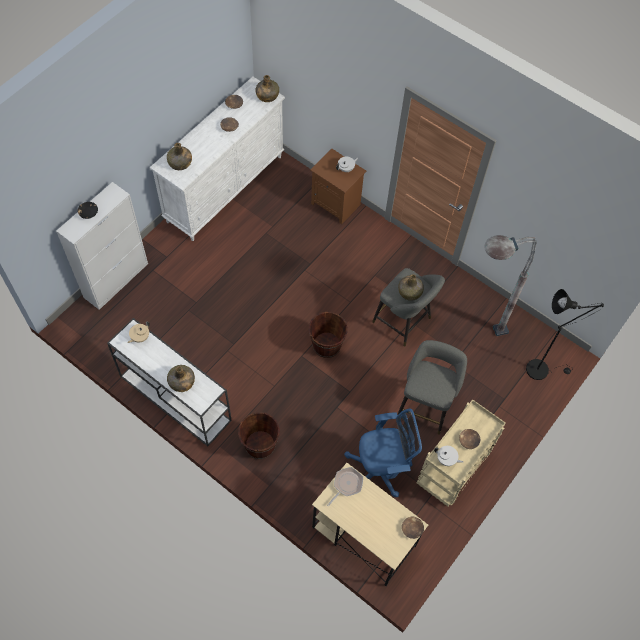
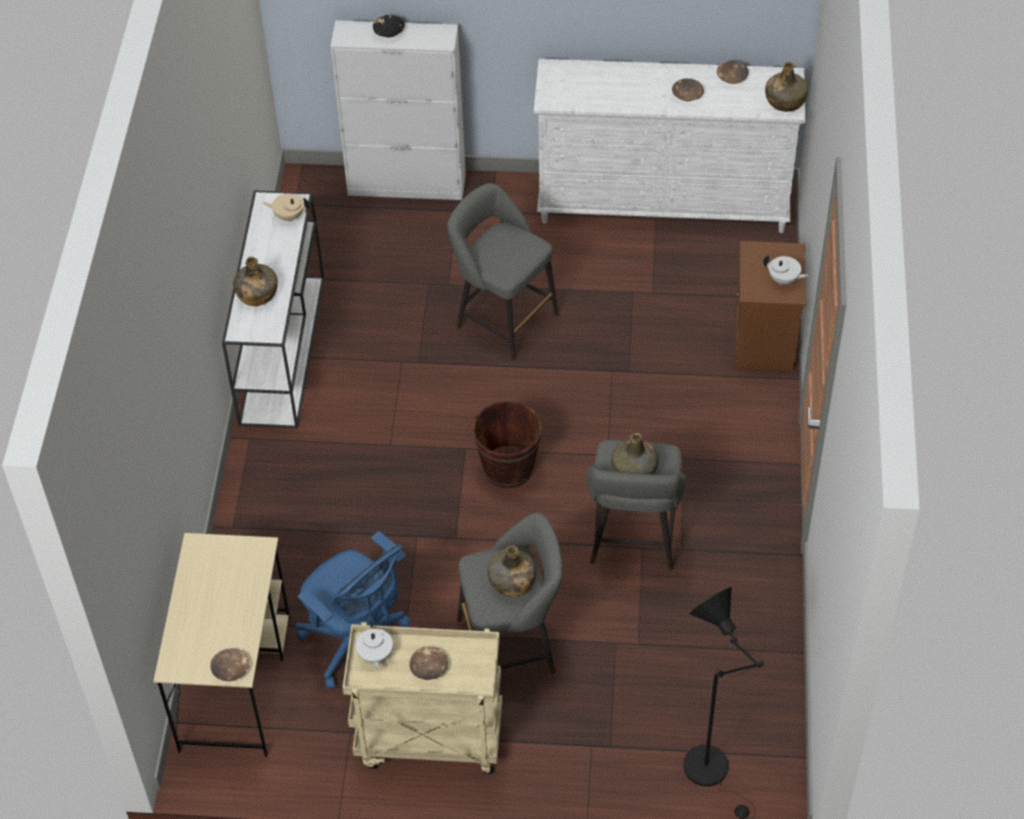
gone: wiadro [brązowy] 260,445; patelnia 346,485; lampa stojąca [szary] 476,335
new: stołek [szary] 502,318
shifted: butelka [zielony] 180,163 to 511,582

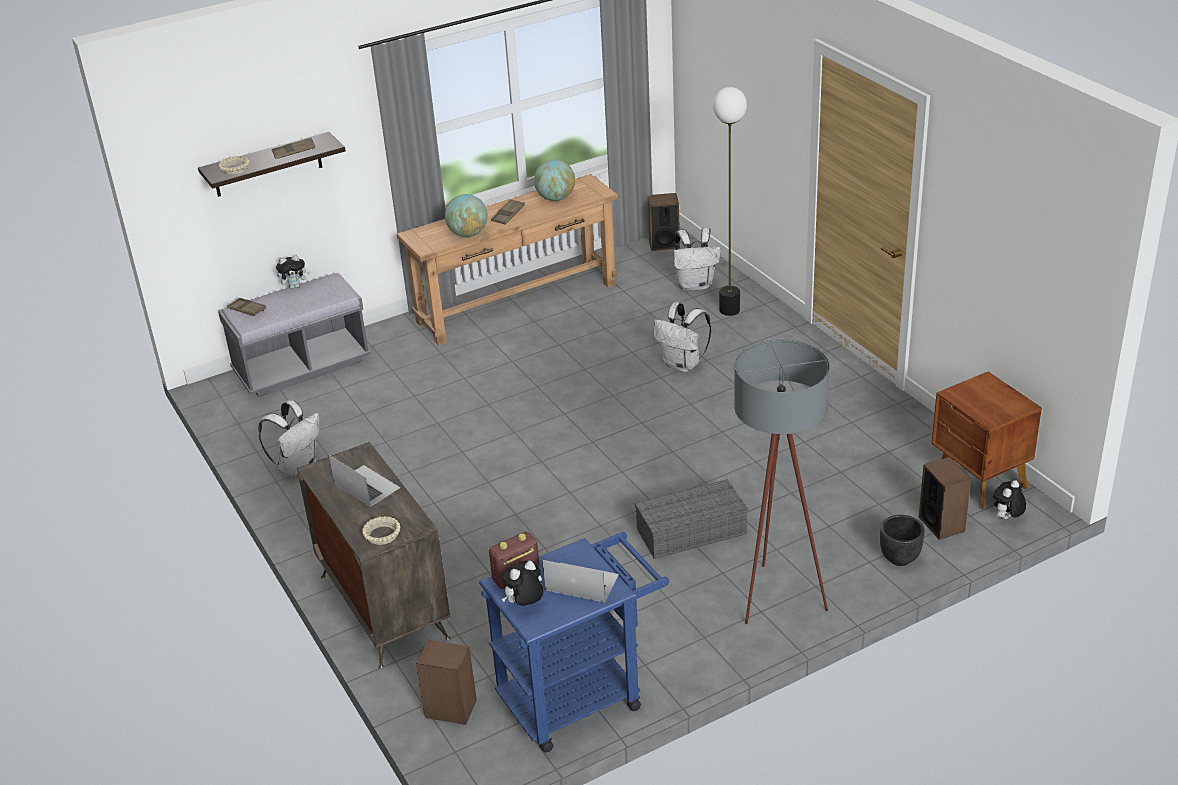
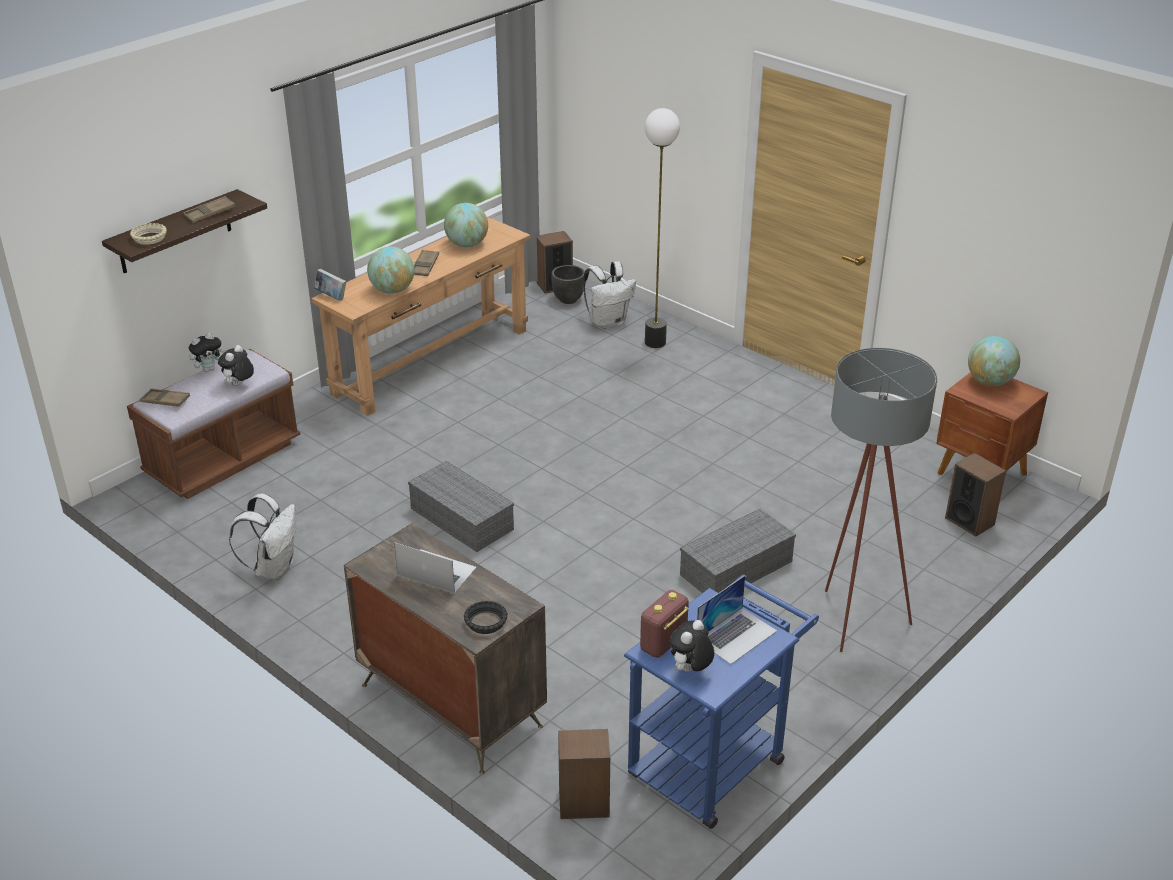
gone: plecak [biały] 683,364
new: książka 331,296; pojemnik do przechowywania [szary] 460,518; globus 989,382
shifted: donica [czarny] 899,558 to 568,300; pluszak 1007,518 to 239,385
repainted: ławka [szary] 302,367 to ławka [brązowy] 223,459; miska [beżowy] 382,534 to miska [czarny] 486,621
rotated: laptop 581,582 = 736,635 135 degrees clockwise

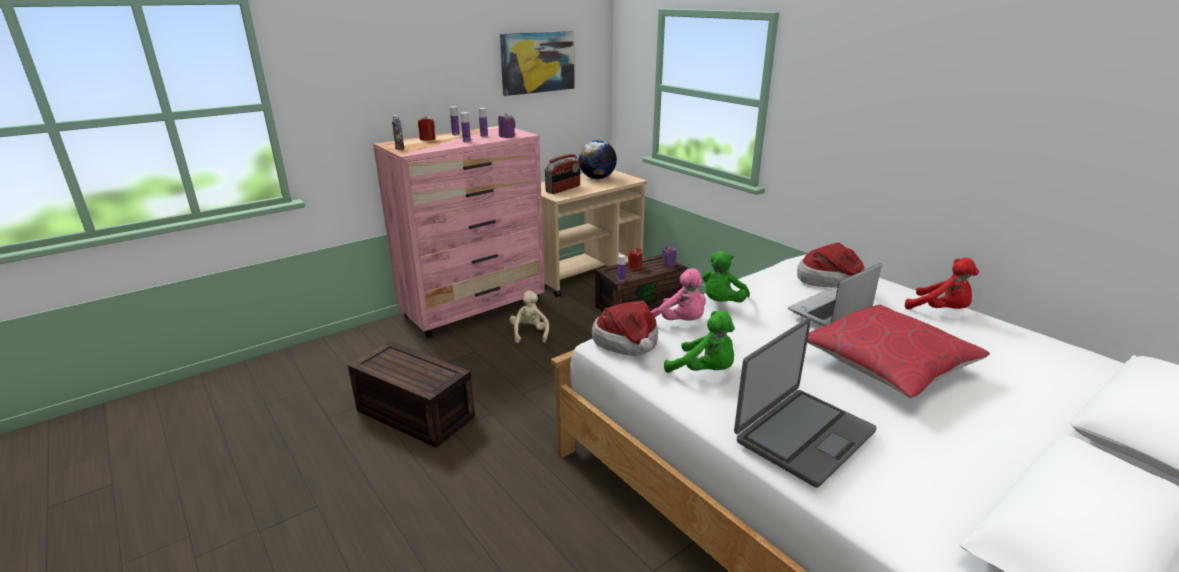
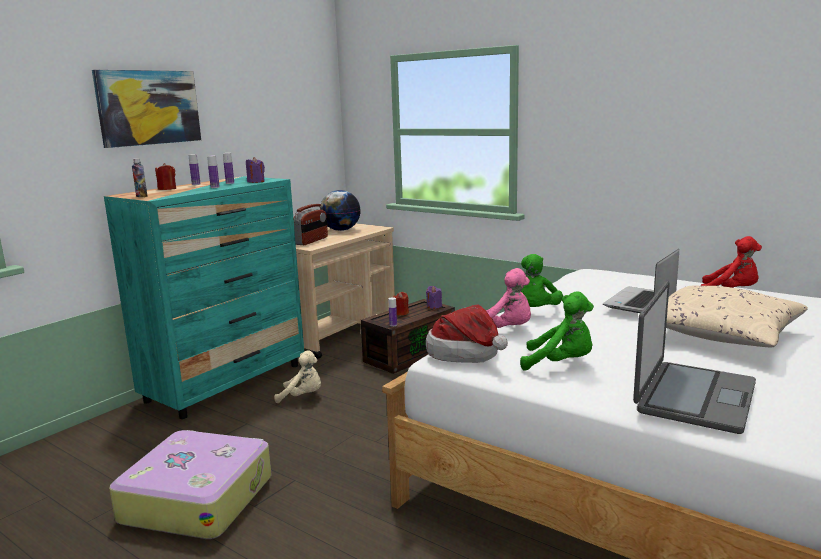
gone: kapelusz 829,280
shifted: obraz 537,62 to 149,107
swapped: pojemnik do przechowywania [brązowy] 413,414 to walizka 198,498
repainted: komoda [różowy] 474,308 to komoda [turkusowy] 227,382; poduszka [czerwony] 887,365 to poduszka [beżowy] 722,335
rotated: pluszak [beżowy] 530,333 = 303,396 120 degrees clockwise

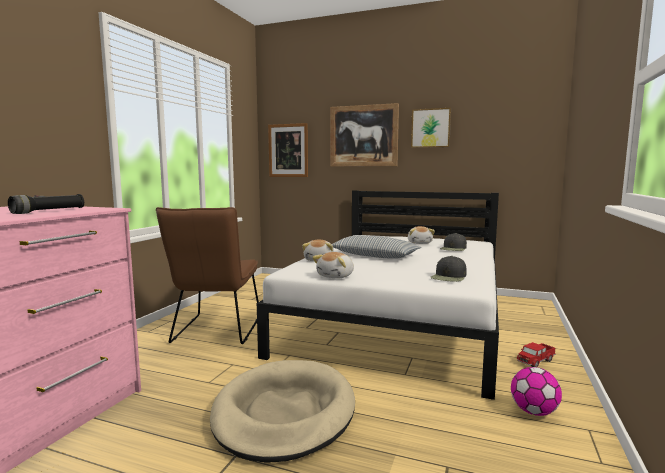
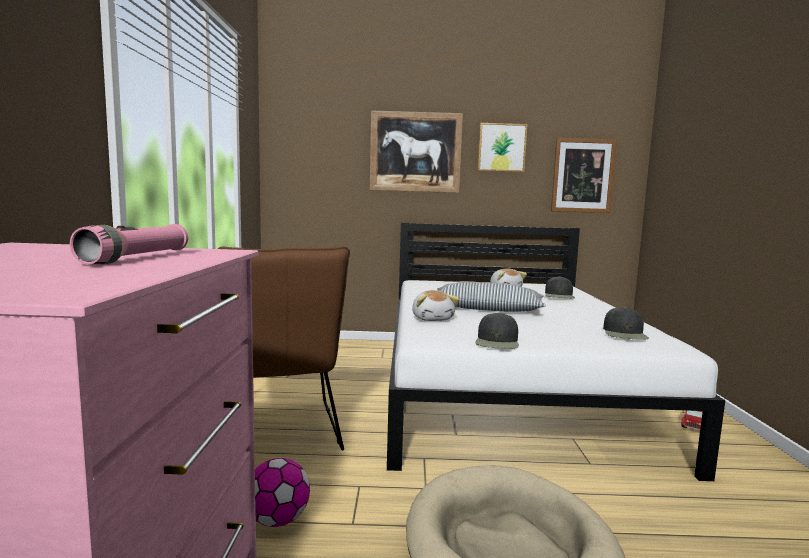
shifted: obraz 288,150 to 583,175; piłka futbolowa 534,412 to 278,520
swapped: pluszak 336,276 to czapka z daszkiem [czarny] 497,341
repainted: latarka [czarny] 49,211 to latarka [różowy] 137,258

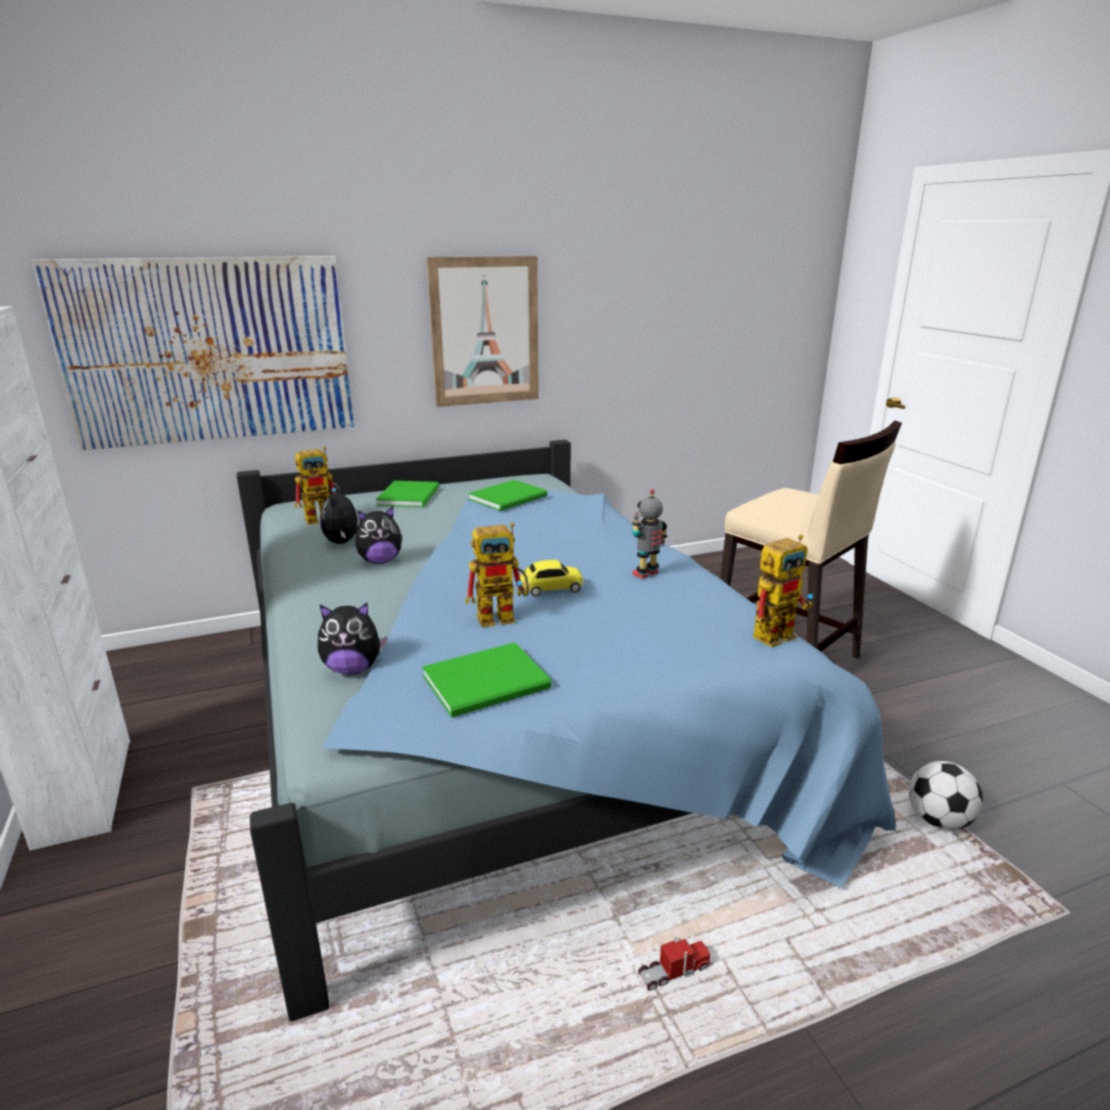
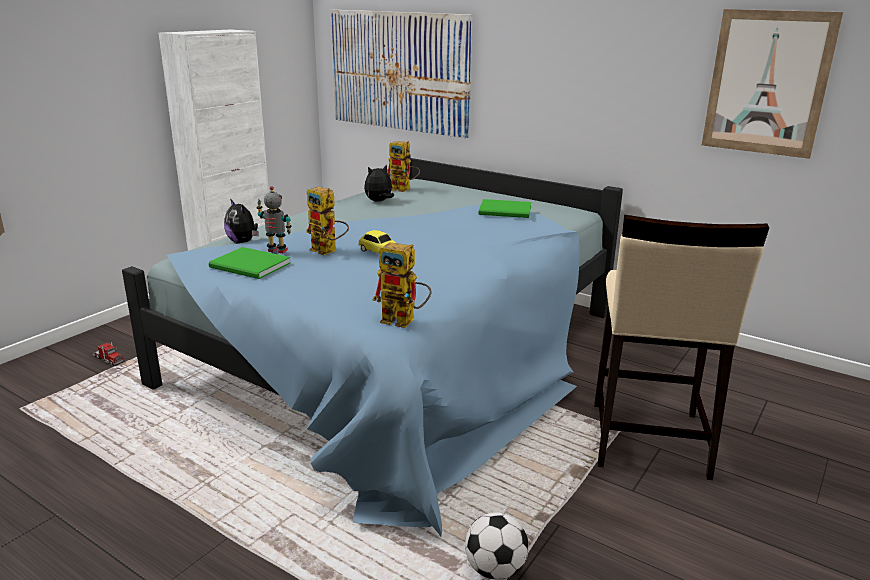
gone: pluszak 380,561; książka [zielony] 411,495
shifted: obraz 485,332 to 767,83; robot zabawkowy 646,574 to 277,251; ciężarówka zabawkowa 674,971 to 108,359

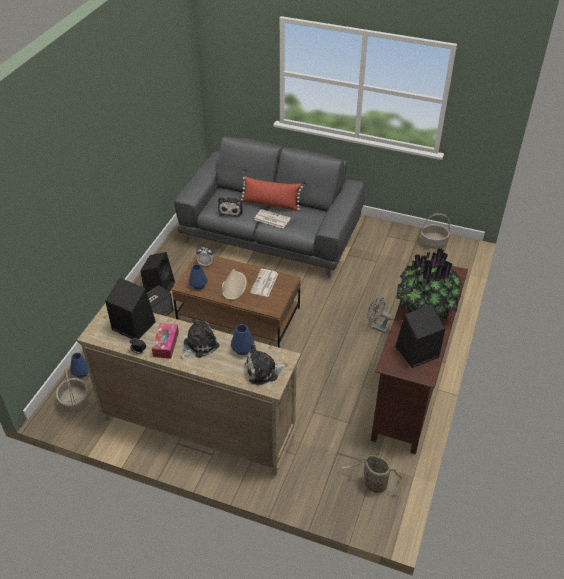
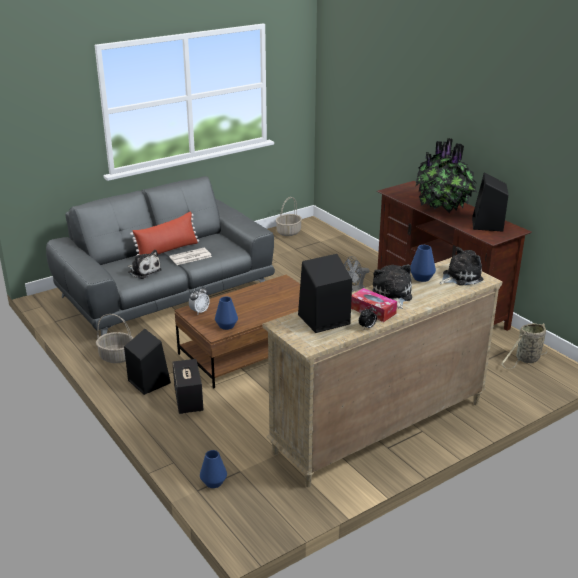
gone: kapelusz [beżowy] 234,286; gazeta 264,283
shifted: koszyk 74,402 to 116,357
rotated: pluszak 263,371 = 460,277 135 degrees counterclockwise

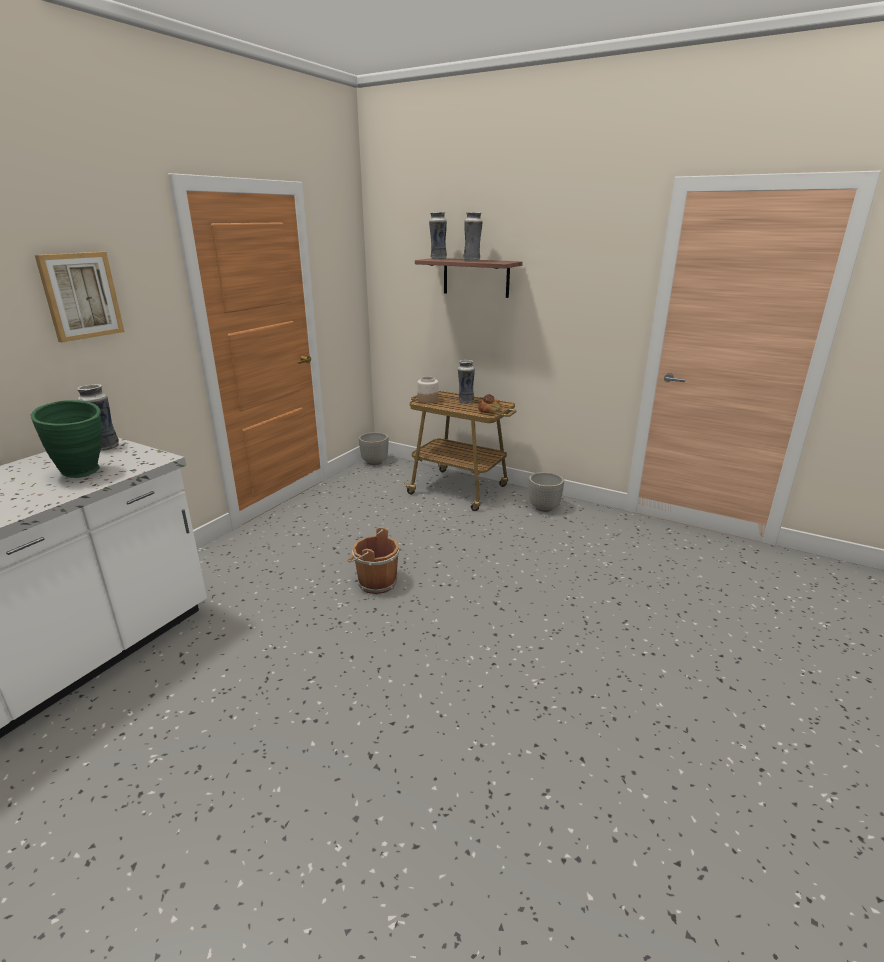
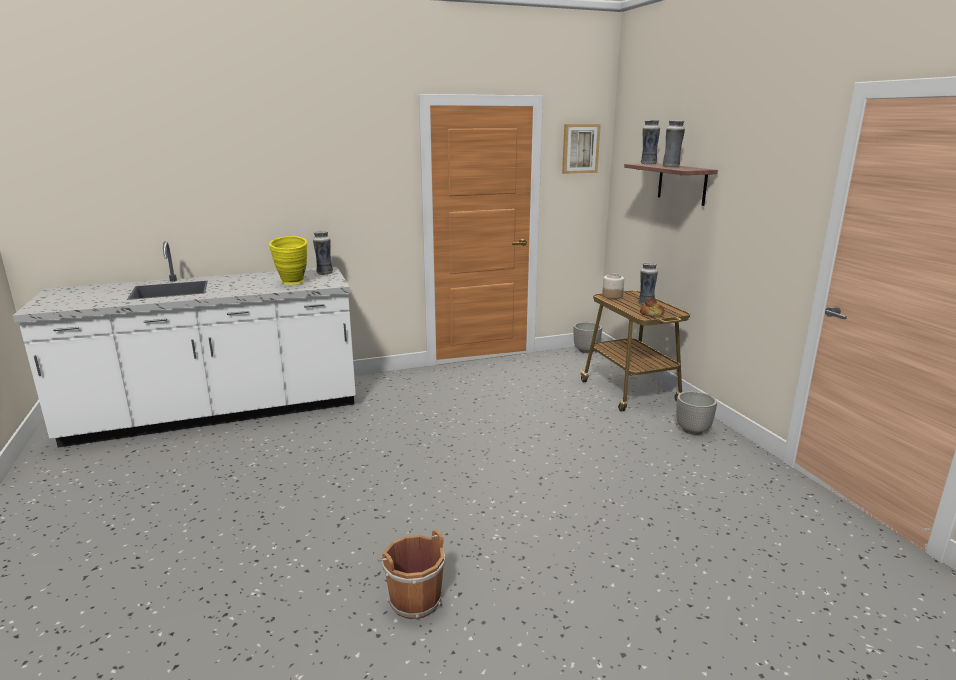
shifted: obraz 80,296 to 580,148; wiadro [brązowy] 375,583 to 413,599
repainted: wazon [zielony] 84,473 to wazon [żółty] 293,283

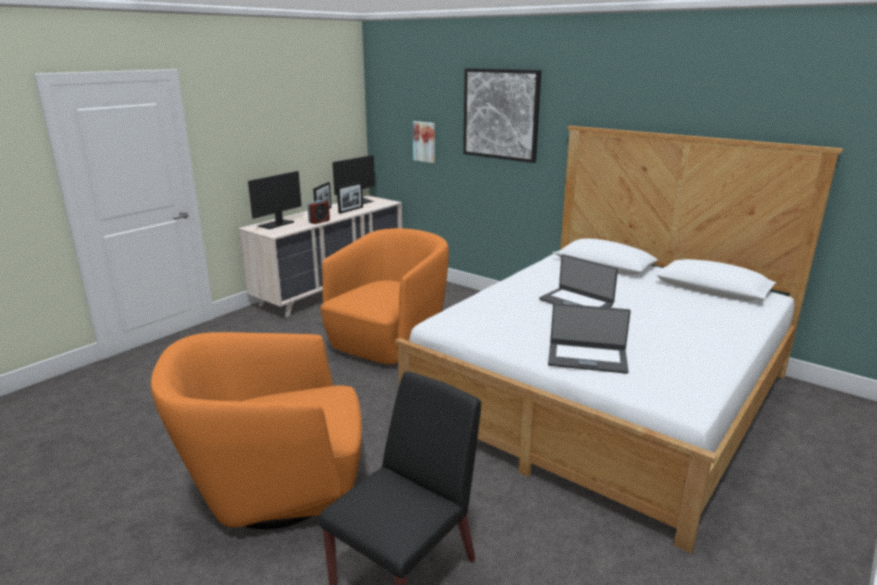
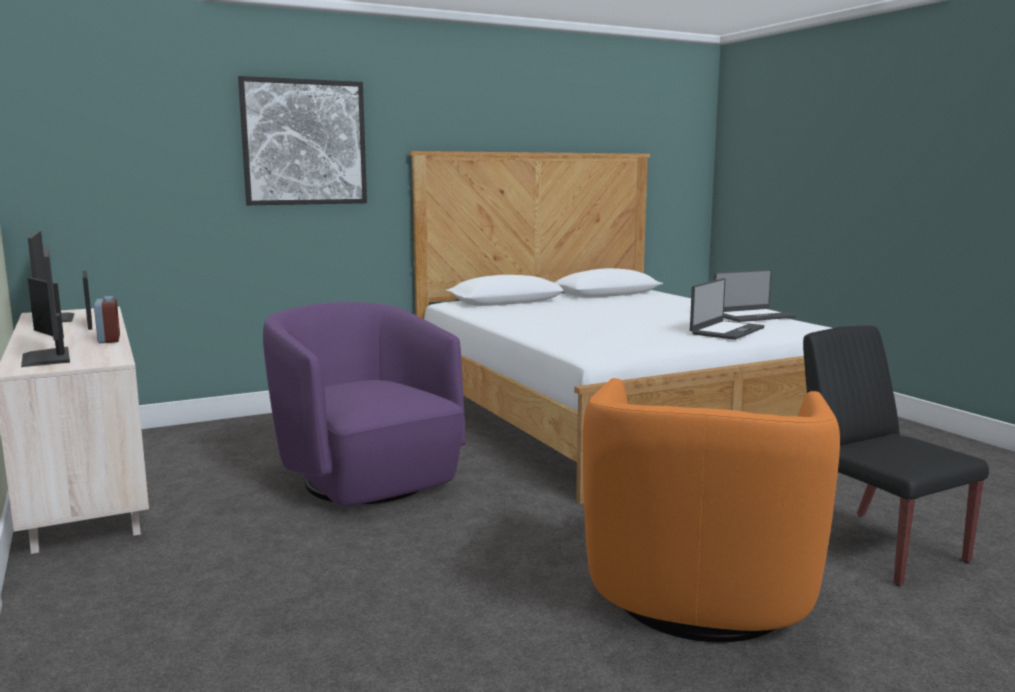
gone: obraz 424,141
shifted: laptop 576,302 to 752,316
repainted: fotel [pomarańczowy] 388,343 to fotel [fioletowy] 367,479

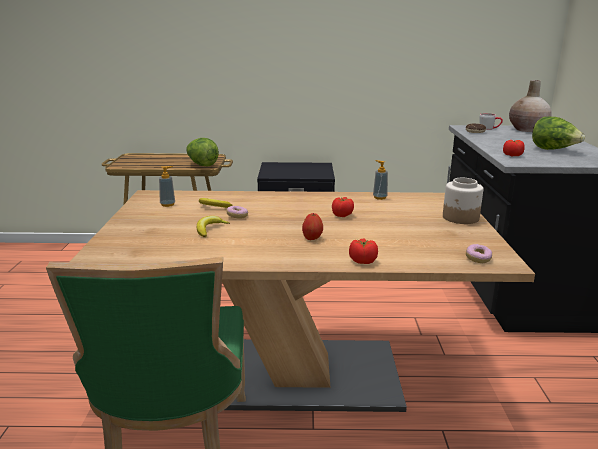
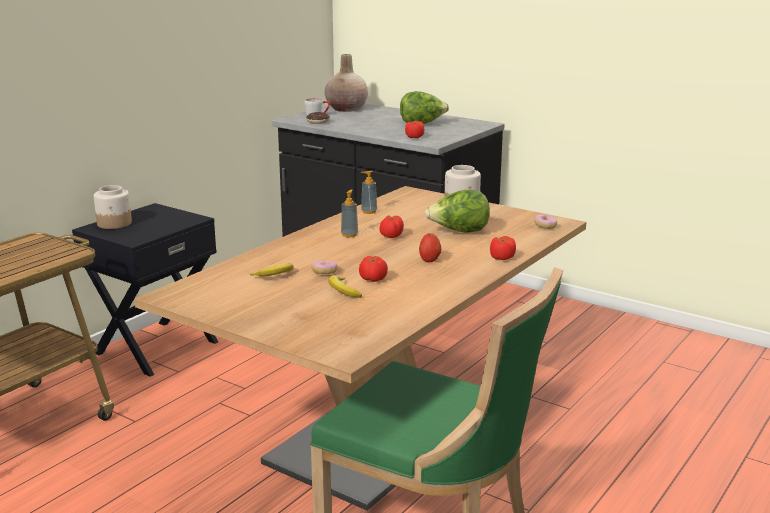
new: słoik 114,223; pomidor 373,279
shifted: dozownik mydła 167,204 to 349,235; sałata 201,165 to 459,232

